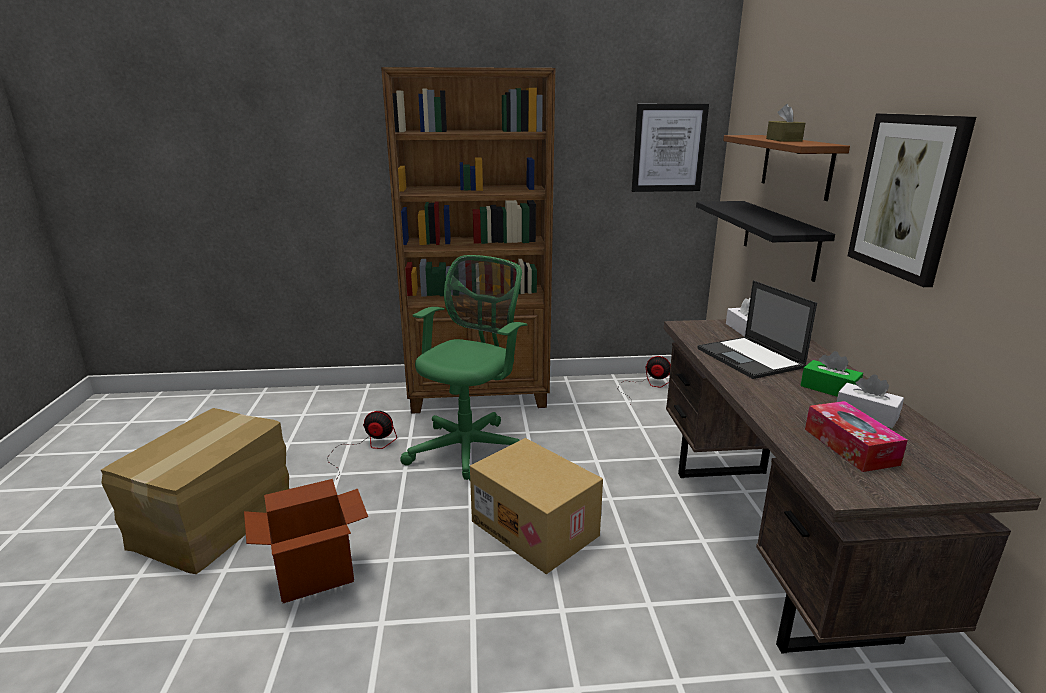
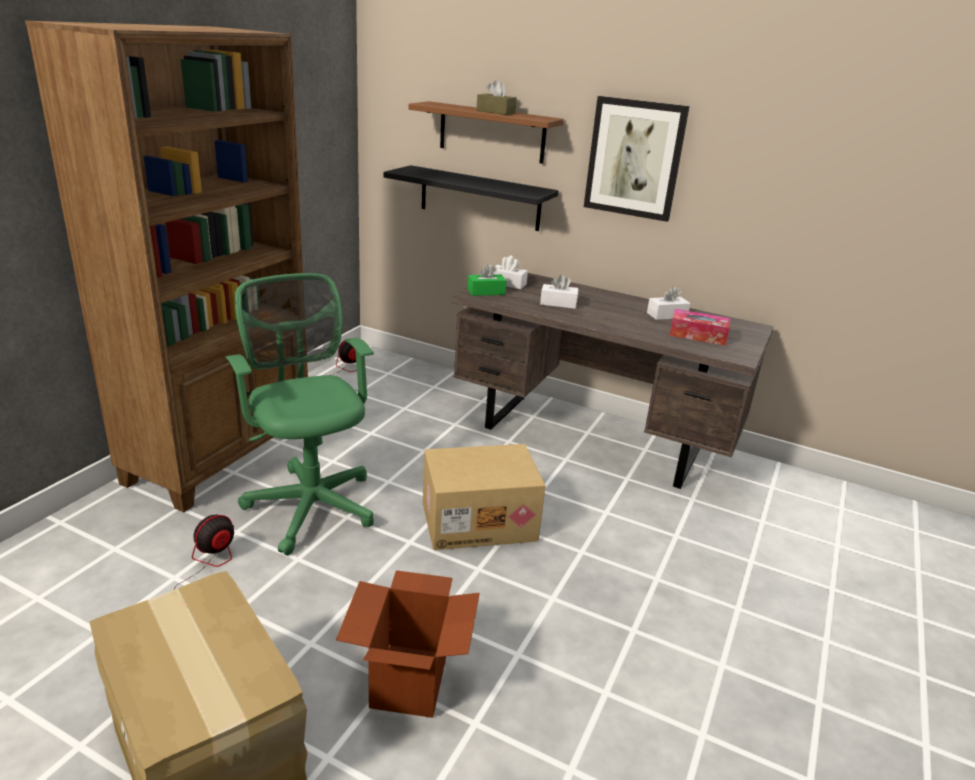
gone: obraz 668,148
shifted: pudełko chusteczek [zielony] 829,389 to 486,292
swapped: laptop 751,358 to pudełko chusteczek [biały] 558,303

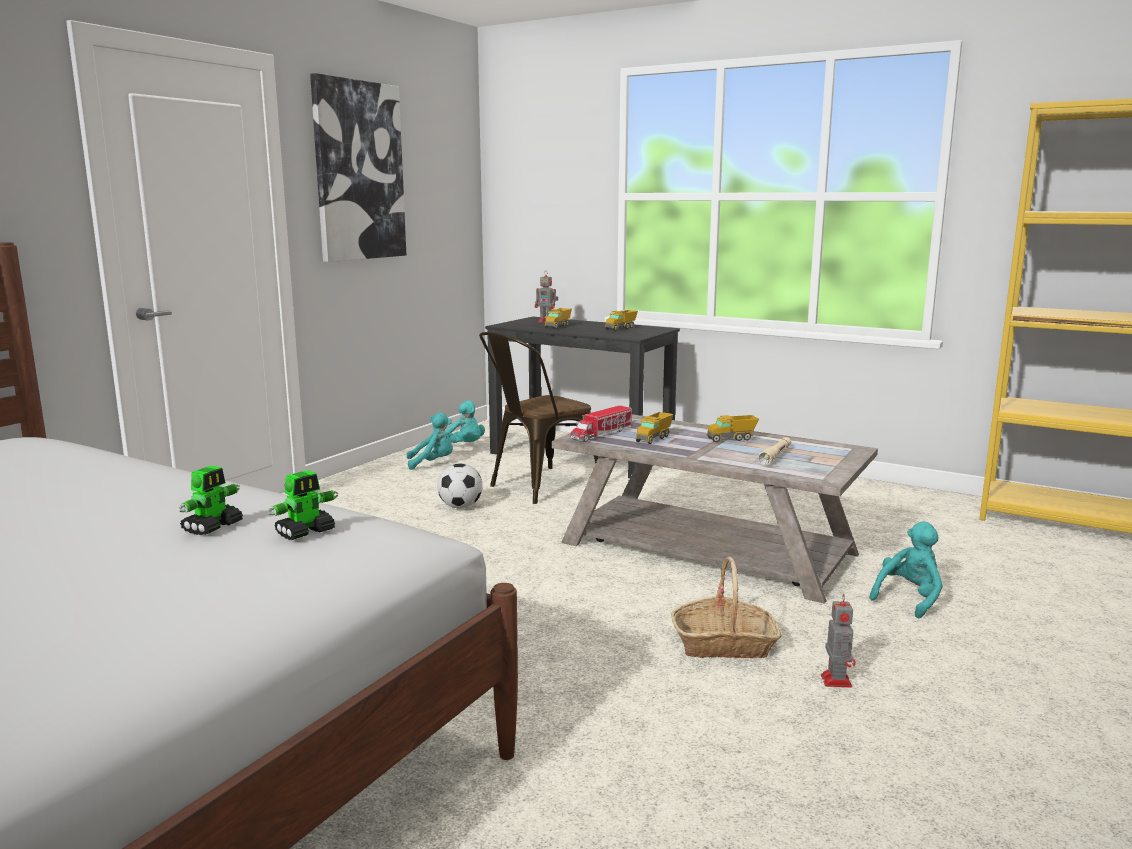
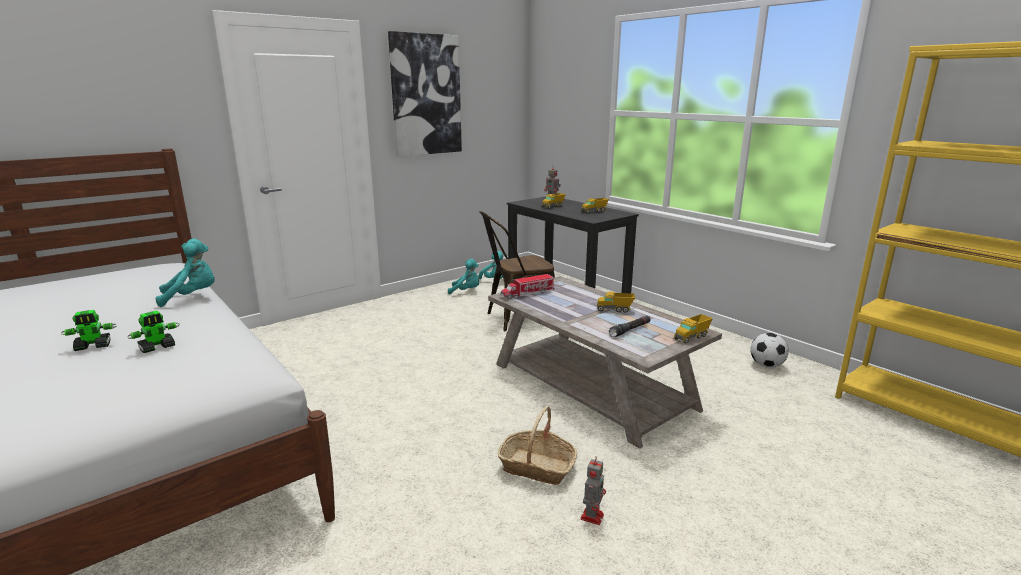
shifted: robot zabawkowy 306,532 to 94,346; piłka futbolowa 460,507 to 766,365; ciężarówka zabawkowa 654,438 to 692,337; pluszak [turkusowy] 909,599 to 192,297
repainted: latarka [beżowy] 775,456 to latarka [czarny] 630,330

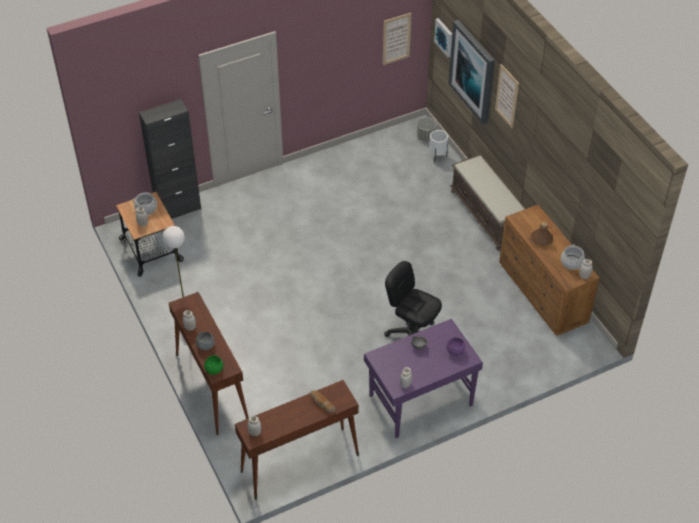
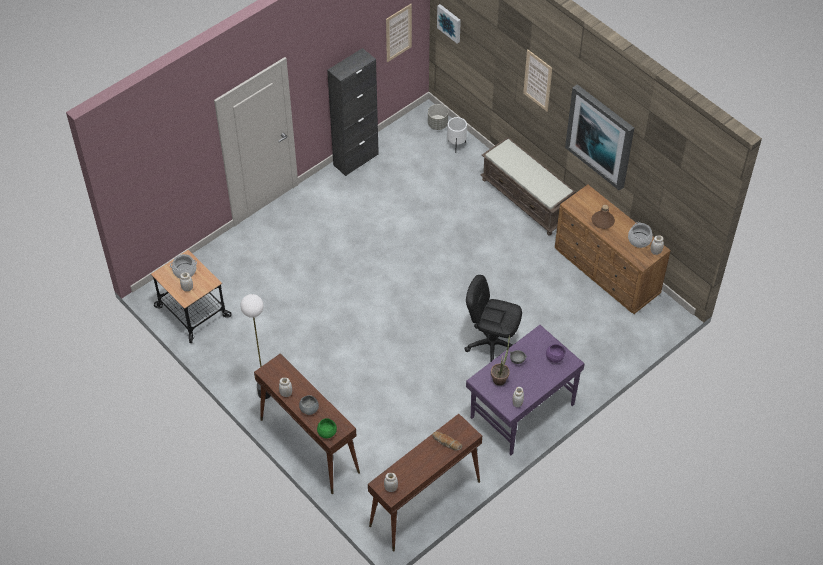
new: roślina doniczkowa 500,377
shifted: szafka [czarny] 178,209 to 356,160; obraz 473,71 to 600,136

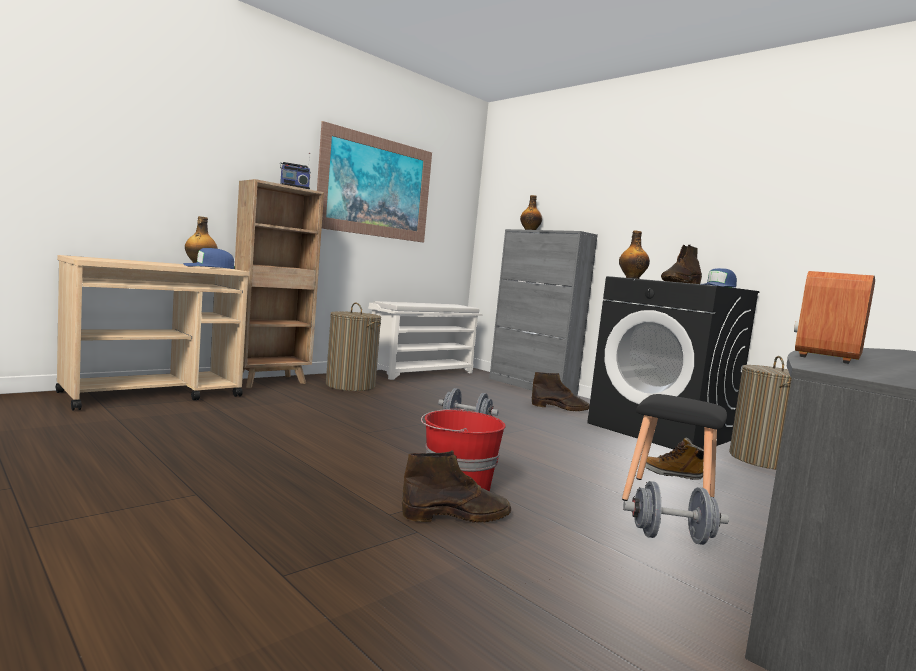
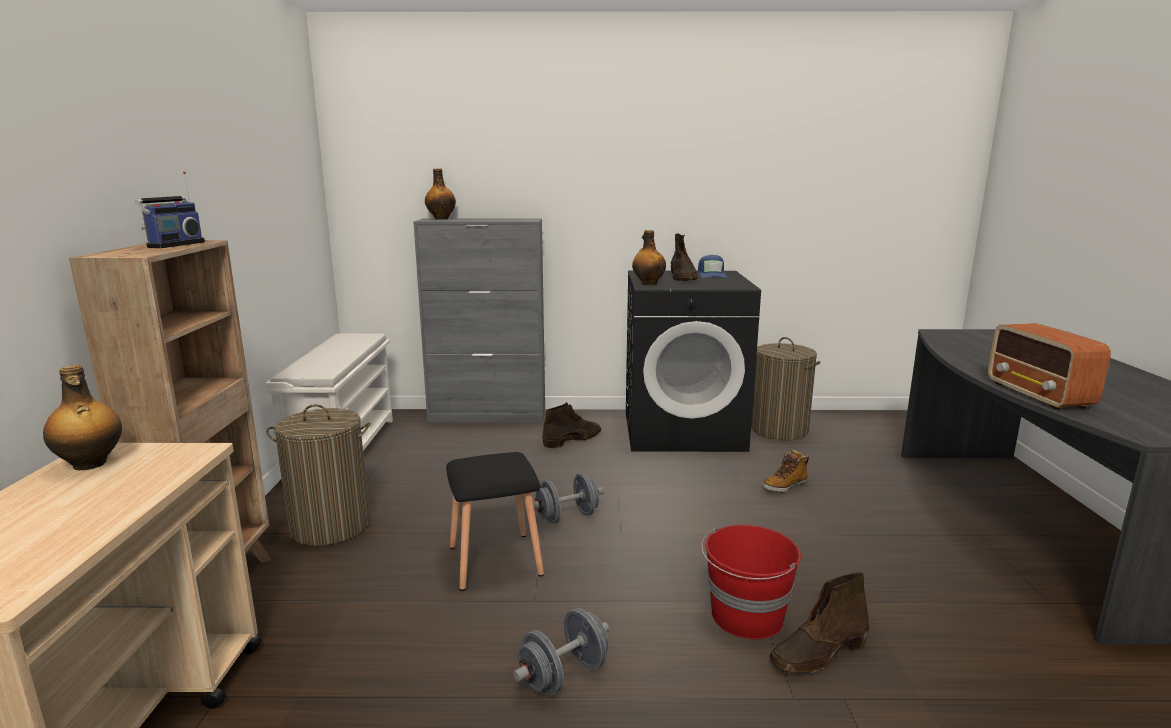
gone: czapka z daszkiem [niebieski] 209,267; obraz 376,187
shifted: stołek [czarny] 668,497 to 494,560; hantel [szary] 671,538 to 563,675
rotated: but z cholewką [brązowy] 457,515 = 818,653 150 degrees counterclockwise

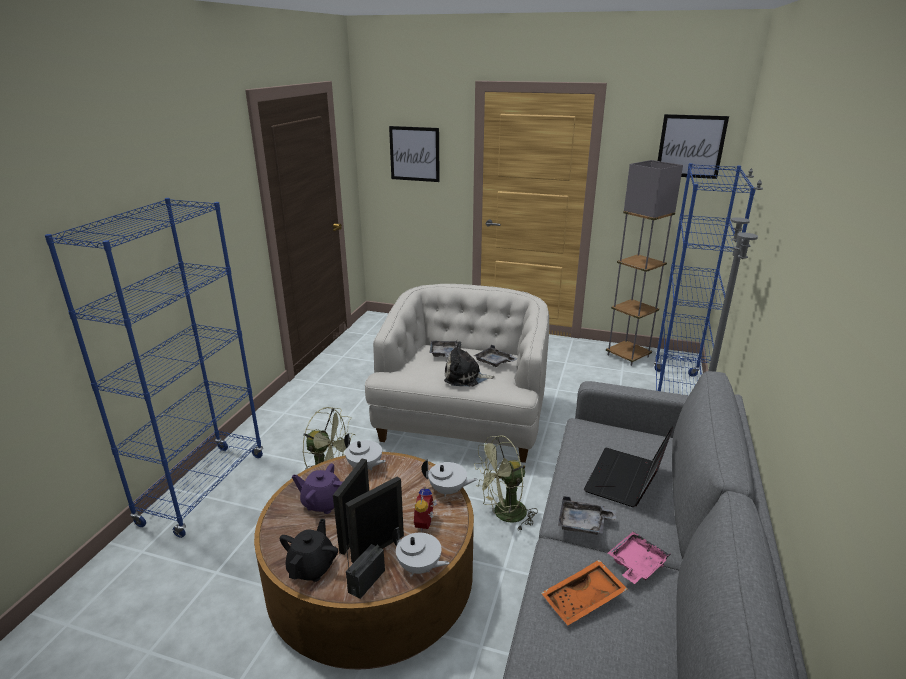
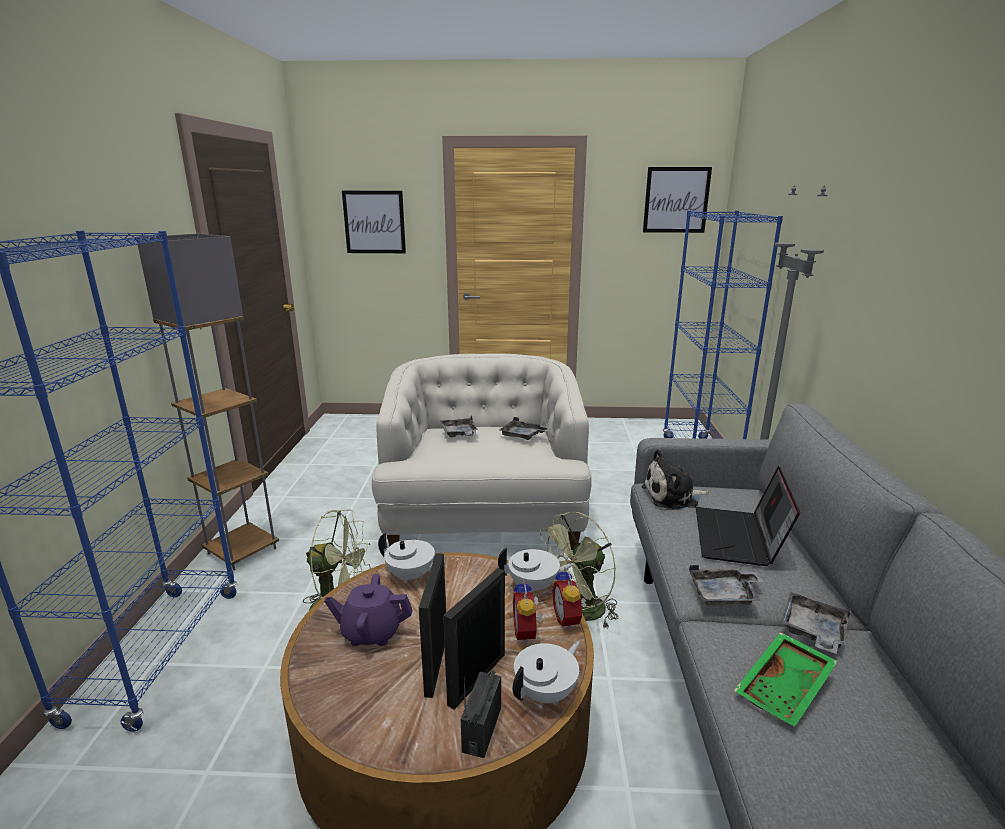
gone: imbryk [czarny] 312,567
new: budzik 569,619
shifted: pluszak 465,377 to 673,497; lampa stojąca [szary] 628,356 to 242,550
repainted: taca [pomarańczowy] 584,600 to taca [zielony] 786,688; taca [różowy] 636,564 to taca [szary] 813,631
rotated: imbryk [biały] 419,567 = 546,693 60 degrees counterclockwise

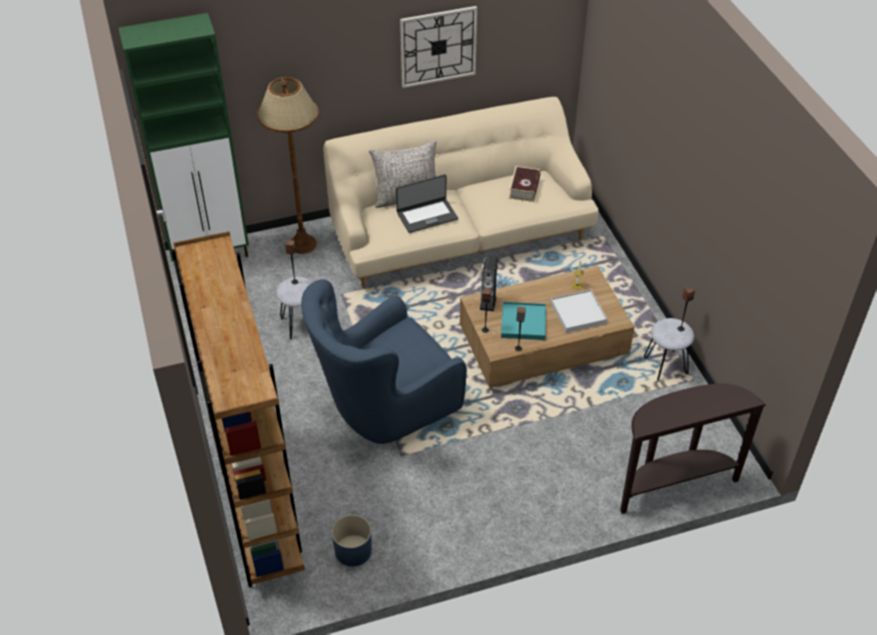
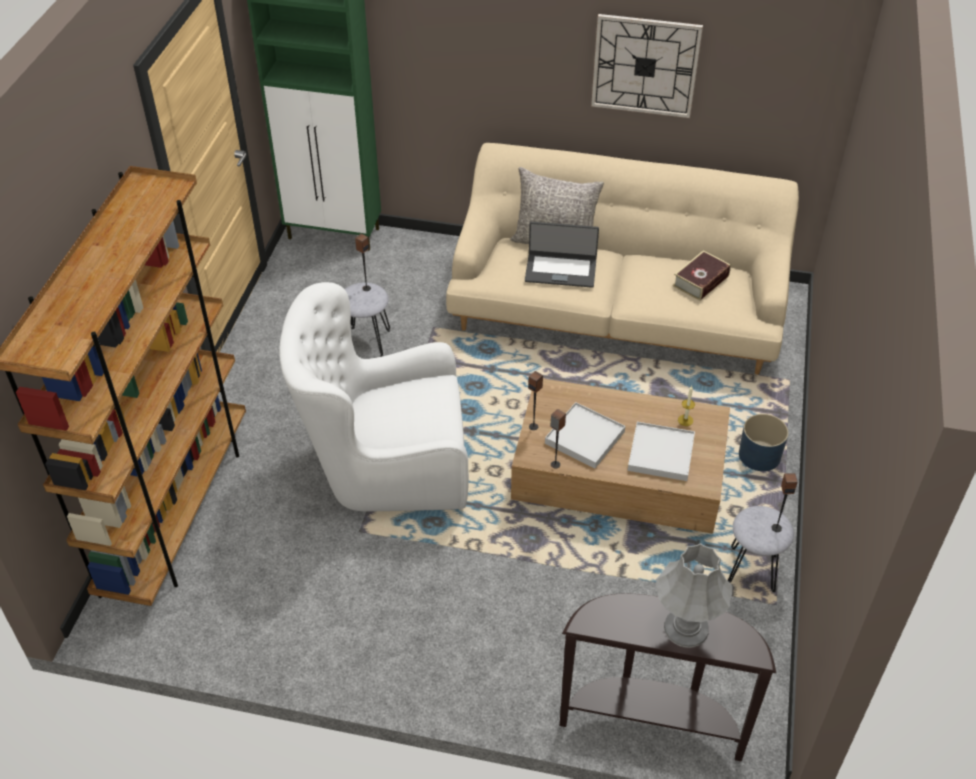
gone: lampa stojąca [brązowy] 303,244; głośnik 488,303
new: lampa stołowa [szary] 685,628
shifted: donica [niebieski] 353,550 to 759,456
repainted: fotel [niebieski] 384,405 to fotel [biały] 385,467; taca [turkusowy] 523,323 to taca [biały] 584,437

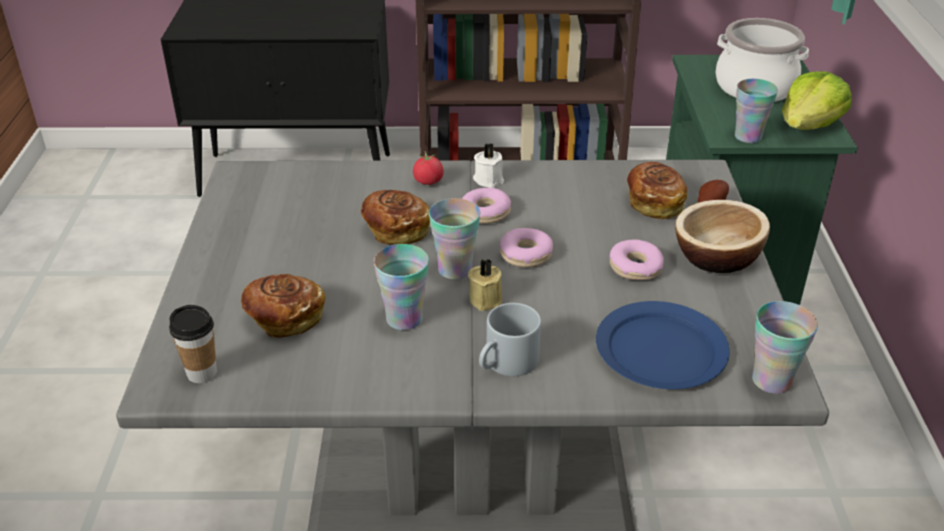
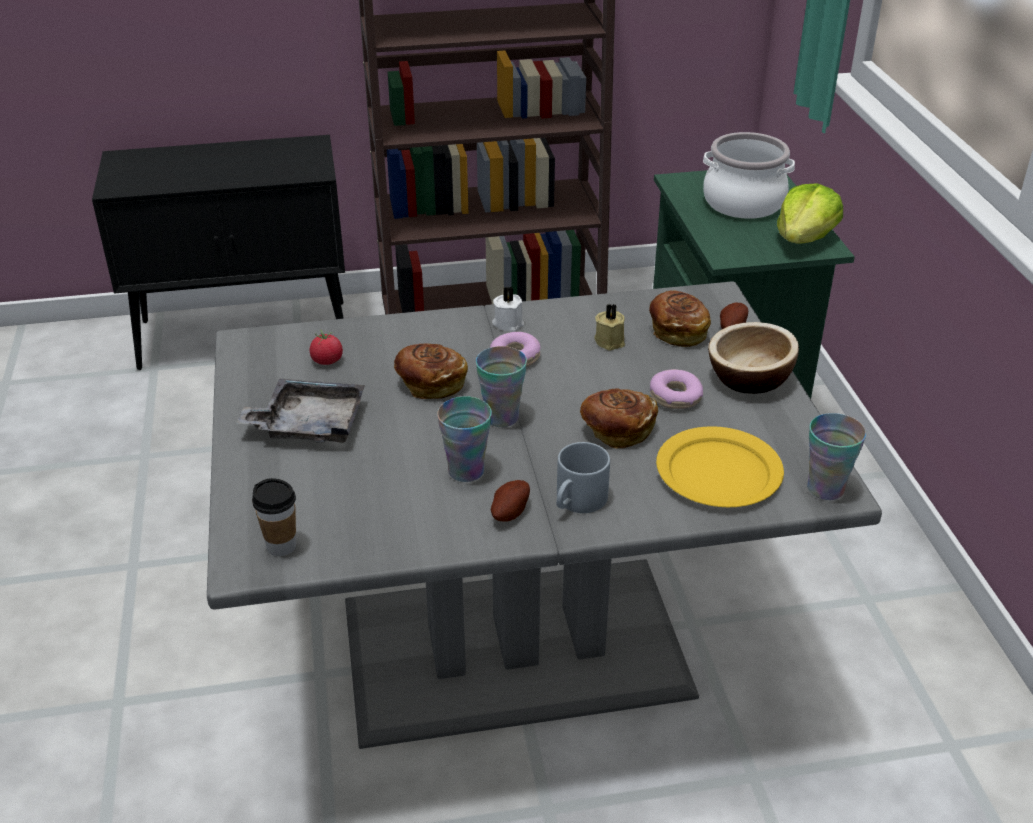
gone: donut 526,255; filiżanka 748,137
new: taca [szary] 309,424; ziemniak 509,512
shifted: chleb 284,318 to 617,431; pomidor 428,181 to 327,361; świeca [beżowy] 487,299 to 610,341
repainted: talerz [niebieski] 661,349 to talerz [żółty] 719,471

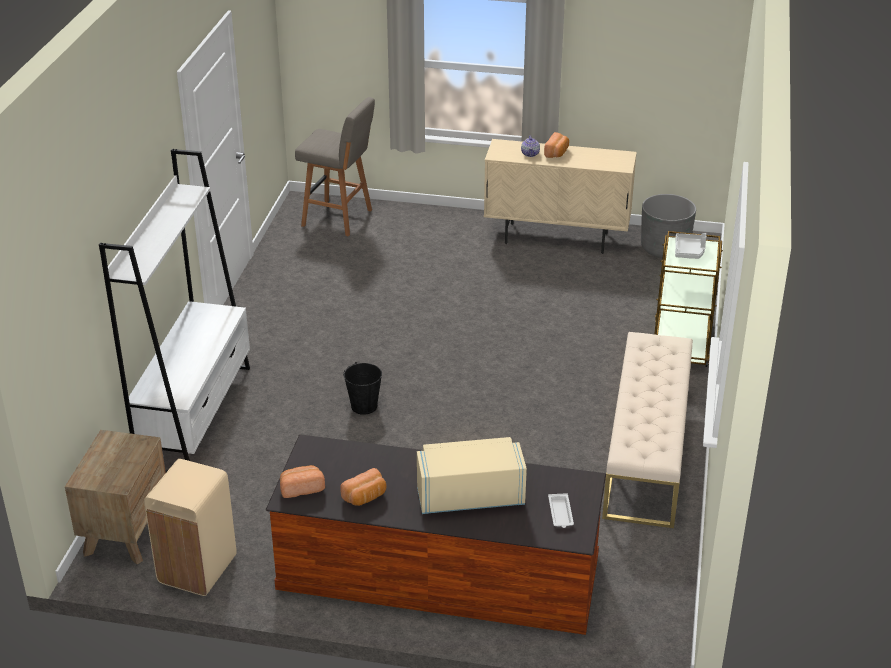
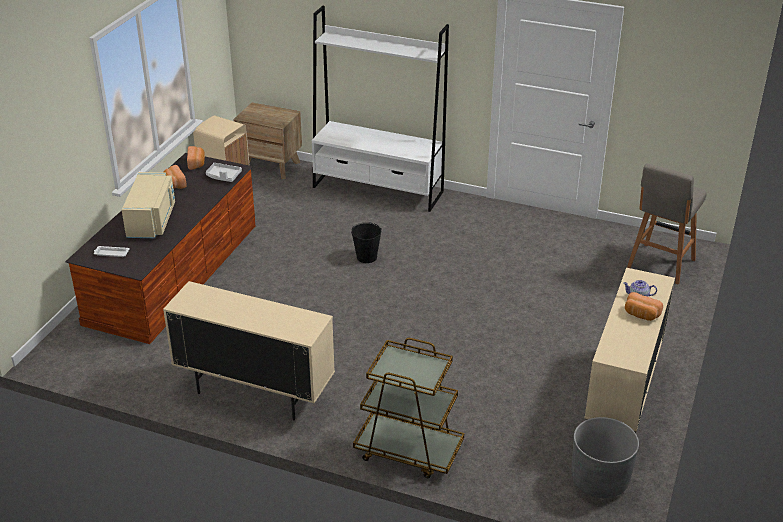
shifted: taca [szary] 689,251 to 223,176
swapped: ławka [beżowy] 647,451 to szafka [beżowy] 254,393

